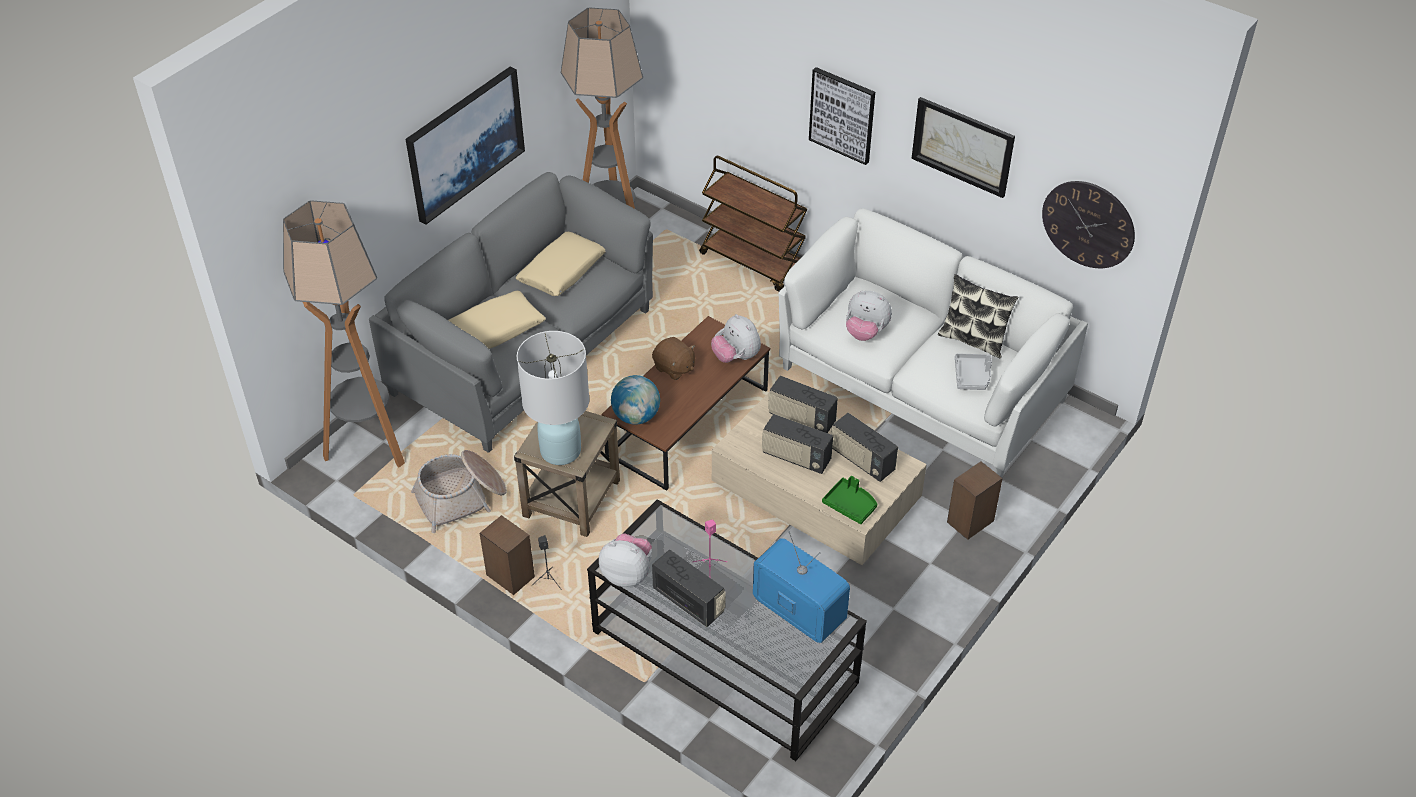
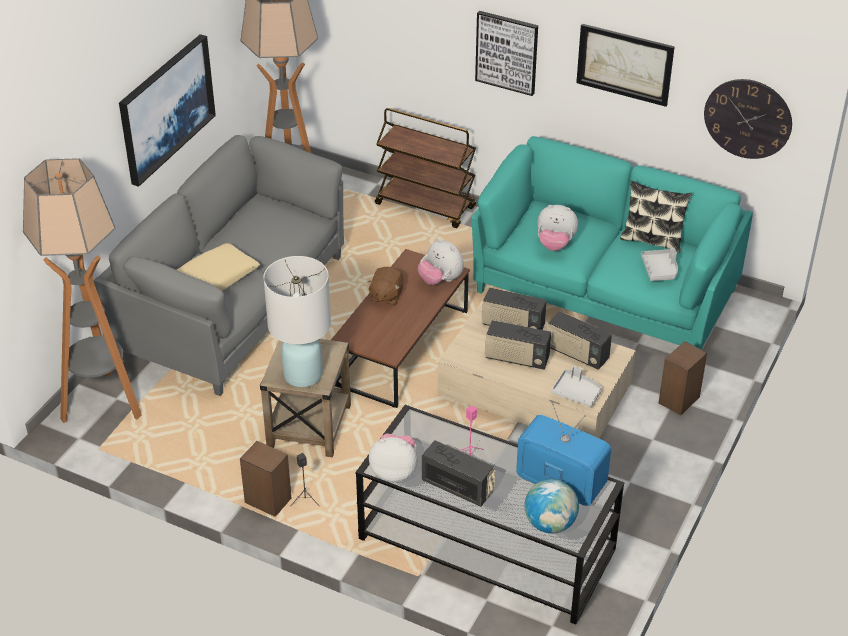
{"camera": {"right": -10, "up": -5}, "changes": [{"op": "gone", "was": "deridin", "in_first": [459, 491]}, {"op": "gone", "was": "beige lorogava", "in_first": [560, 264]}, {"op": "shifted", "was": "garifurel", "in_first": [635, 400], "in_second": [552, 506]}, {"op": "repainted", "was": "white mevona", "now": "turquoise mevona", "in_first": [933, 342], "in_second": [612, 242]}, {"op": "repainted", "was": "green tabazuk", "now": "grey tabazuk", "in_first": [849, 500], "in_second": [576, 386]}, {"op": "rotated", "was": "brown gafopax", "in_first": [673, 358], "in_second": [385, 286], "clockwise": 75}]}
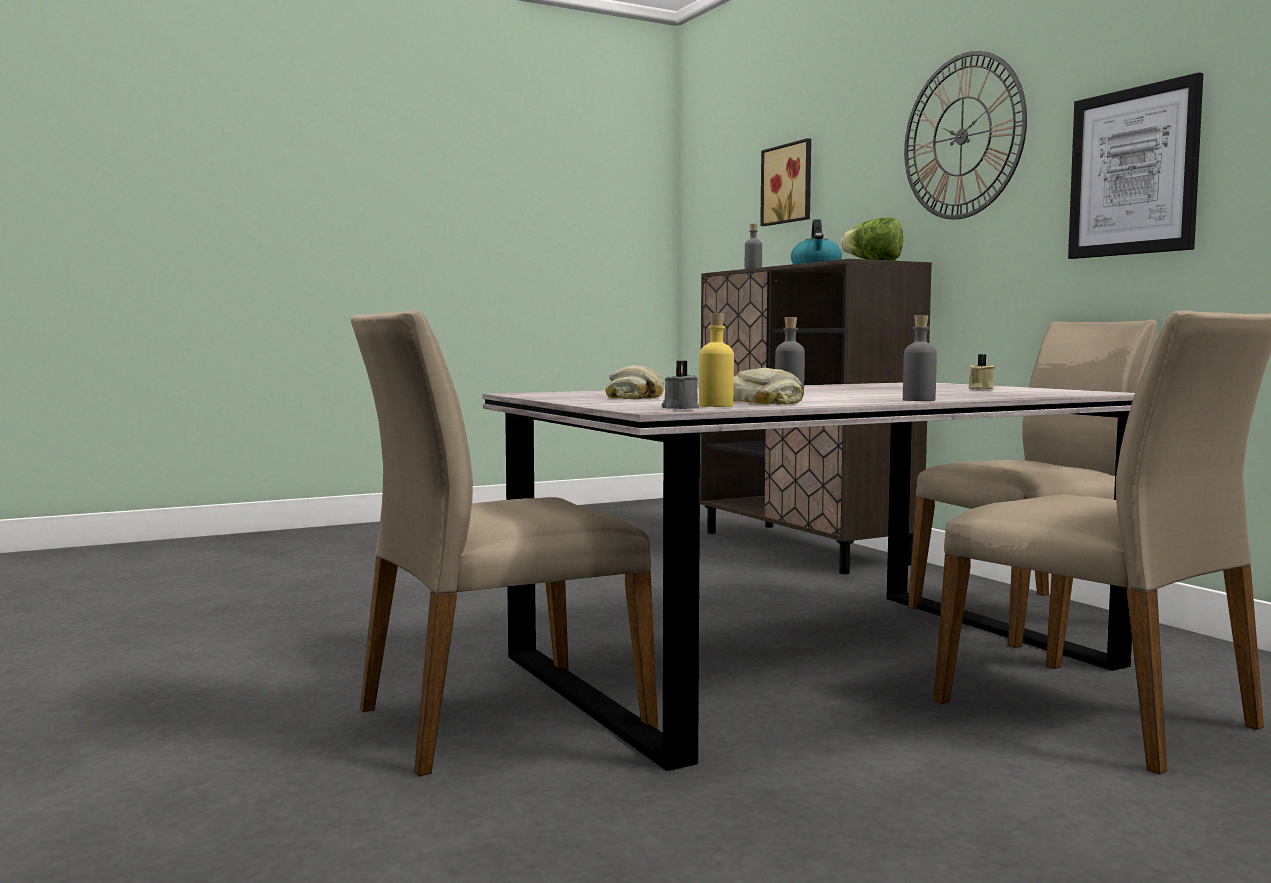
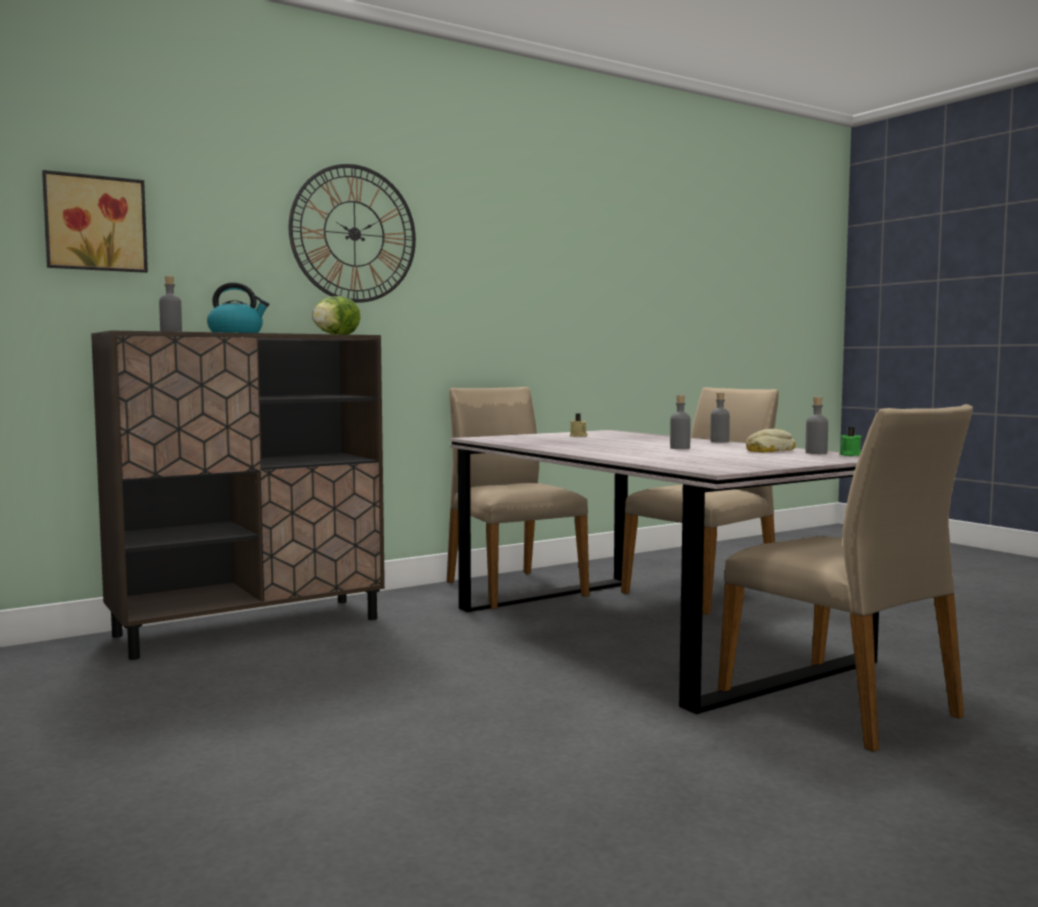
{"camera": {"right": -95, "up": 0}, "changes": [{"op": "gone", "was": "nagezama", "in_first": [634, 382]}, {"op": "gone", "was": "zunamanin", "in_first": [1135, 165]}, {"op": "repainted", "was": "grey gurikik", "now": "green gurikik", "in_first": [680, 385], "in_second": [851, 441]}, {"op": "repainted", "was": "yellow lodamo", "now": "grey lodamo", "in_first": [716, 360], "in_second": [817, 425]}]}
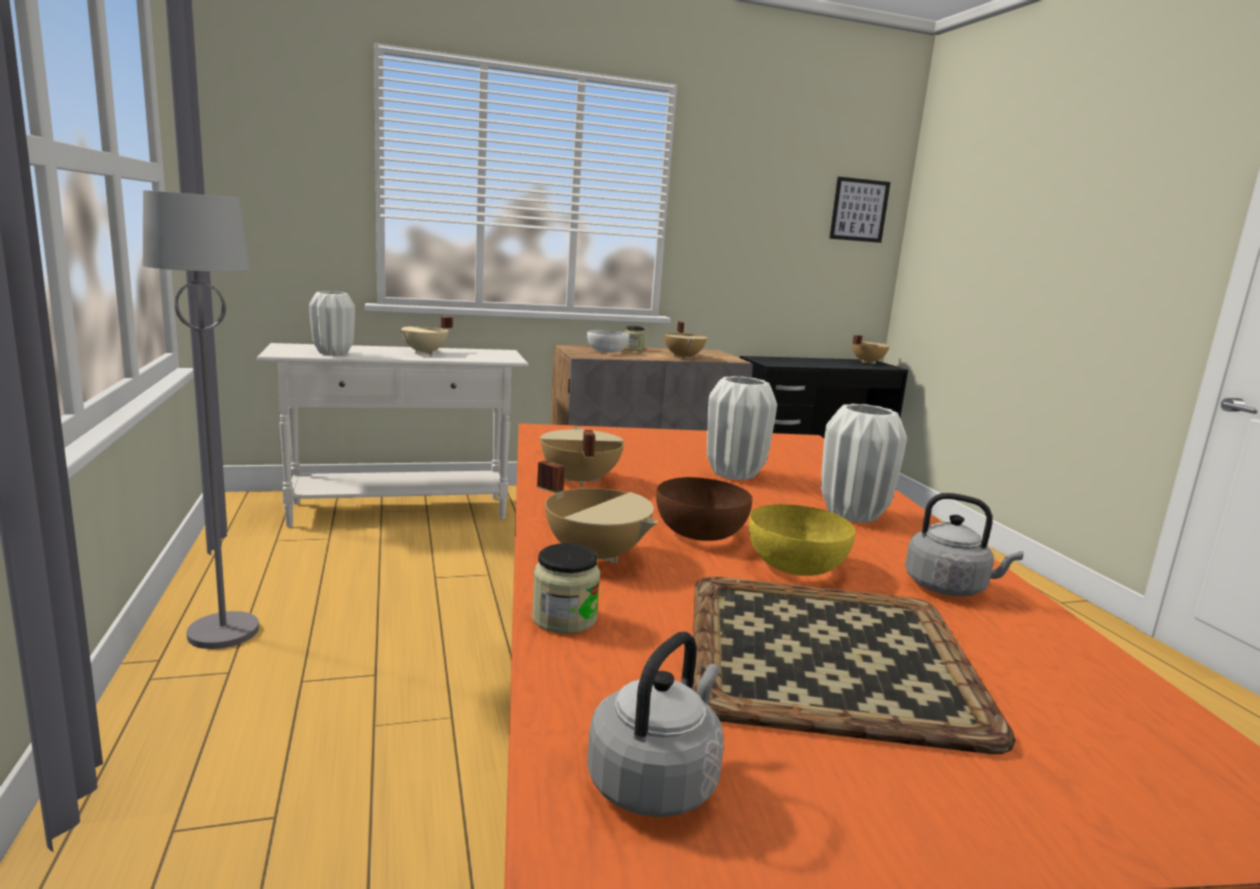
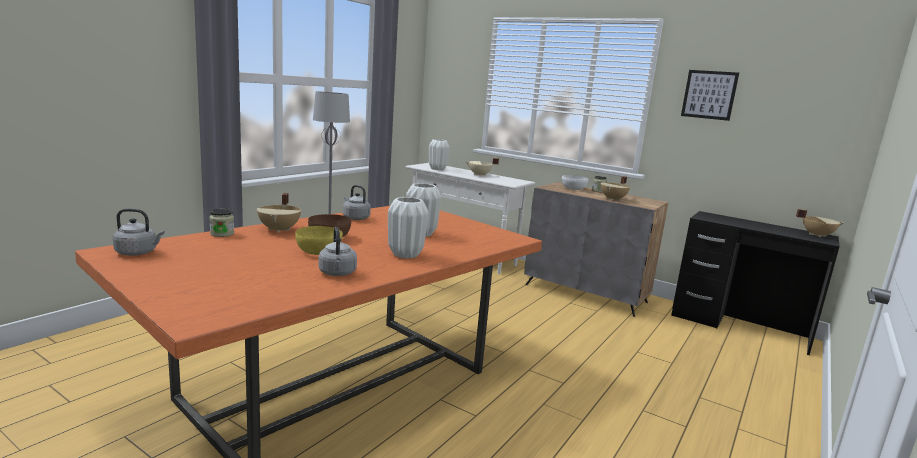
{"camera": {"right": 50, "up": 0}, "changes": [{"op": "gone", "was": "tabazuk", "in_first": [854, 665]}, {"op": "shifted", "was": "zunamanin", "in_first": [860, 210], "in_second": [710, 95]}, {"op": "swapped", "was": "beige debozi", "now": "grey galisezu", "in_first": [582, 457], "in_second": [357, 202]}]}
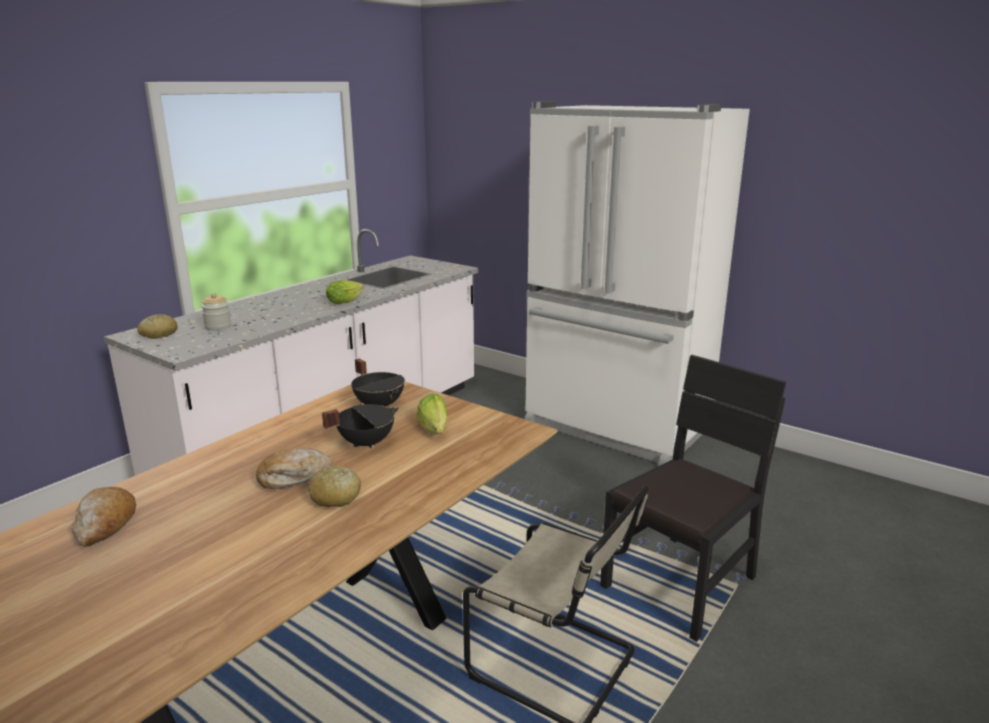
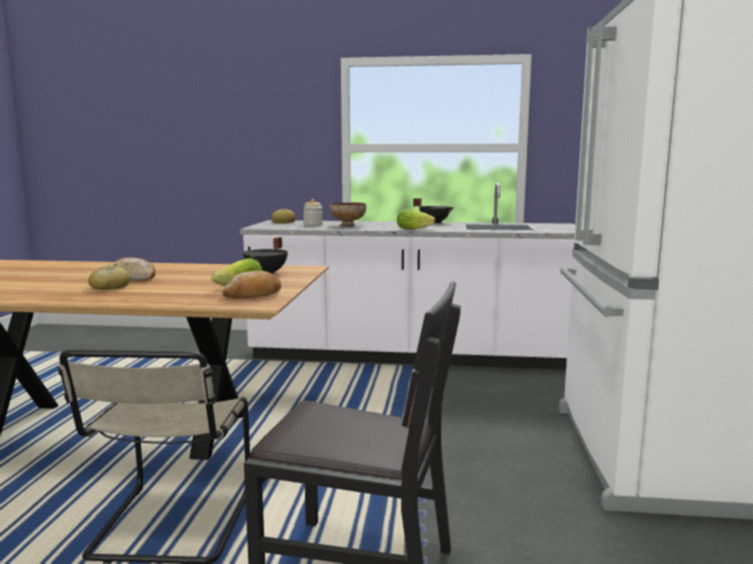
{"camera": {"right": 60, "up": -10}, "changes": [{"op": "new", "now": "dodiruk", "in_second": [348, 214]}, {"op": "shifted", "was": "nagezama", "in_first": [103, 517], "in_second": [251, 284]}, {"op": "shifted", "was": "black debozi", "in_first": [360, 426], "in_second": [433, 210]}]}
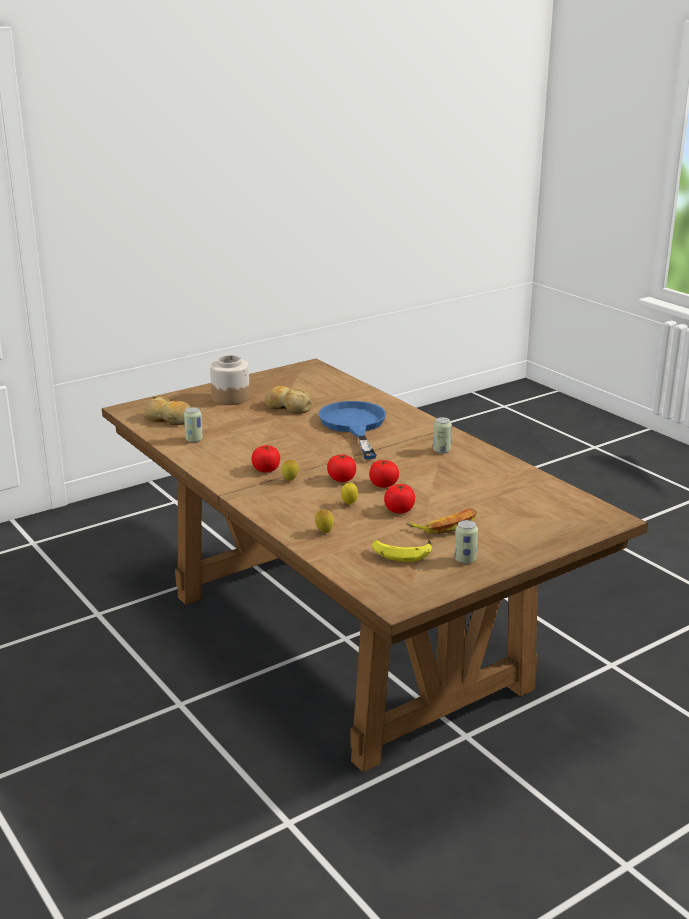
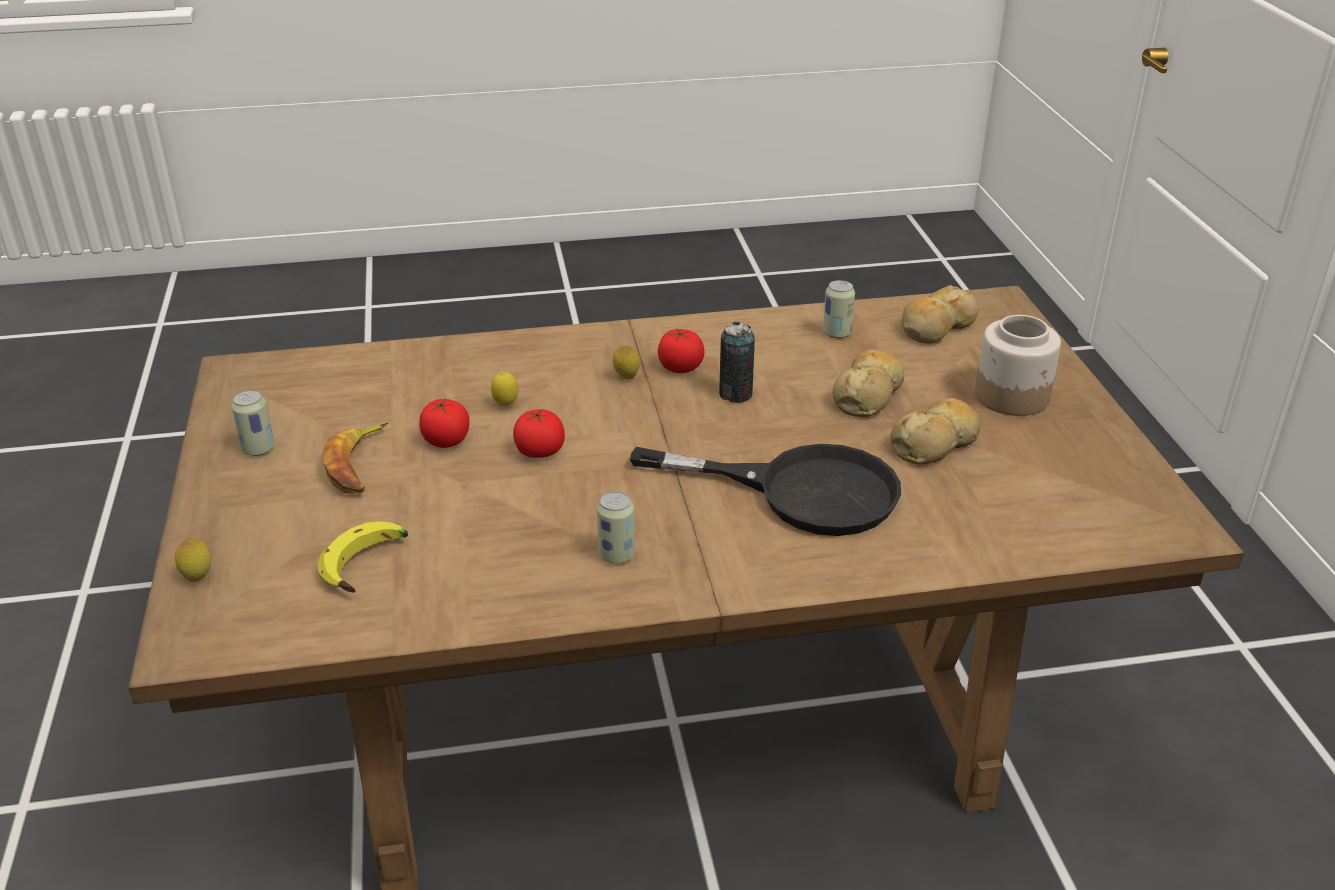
{"camera": {"right": 115, "up": 10}, "changes": [{"op": "gone", "was": "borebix", "in_first": [341, 468]}, {"op": "new", "now": "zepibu", "in_second": [737, 362]}, {"op": "new", "now": "nagezama", "in_second": [868, 383]}, {"op": "shifted", "was": "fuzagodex", "in_first": [324, 521], "in_second": [193, 559]}, {"op": "shifted", "was": "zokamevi", "in_first": [402, 550], "in_second": [362, 557]}, {"op": "repainted", "was": "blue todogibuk", "now": "black todogibuk", "in_first": [352, 430], "in_second": [765, 490]}]}
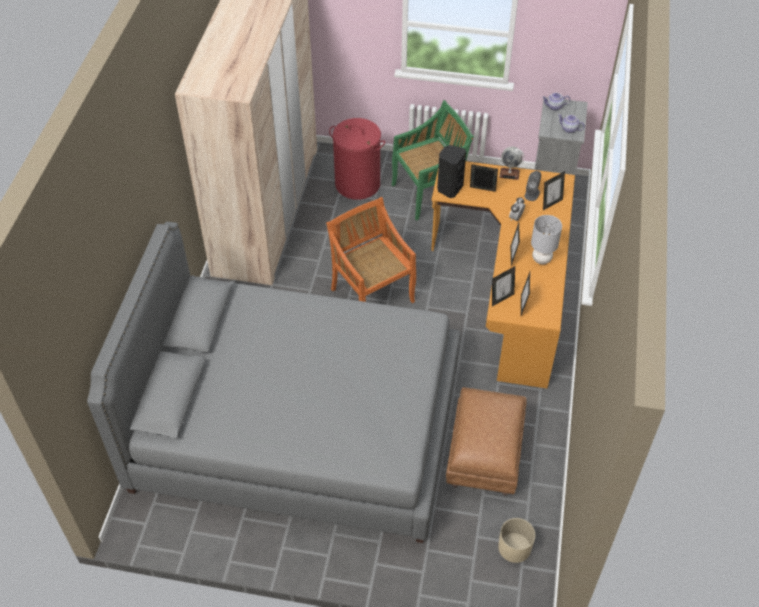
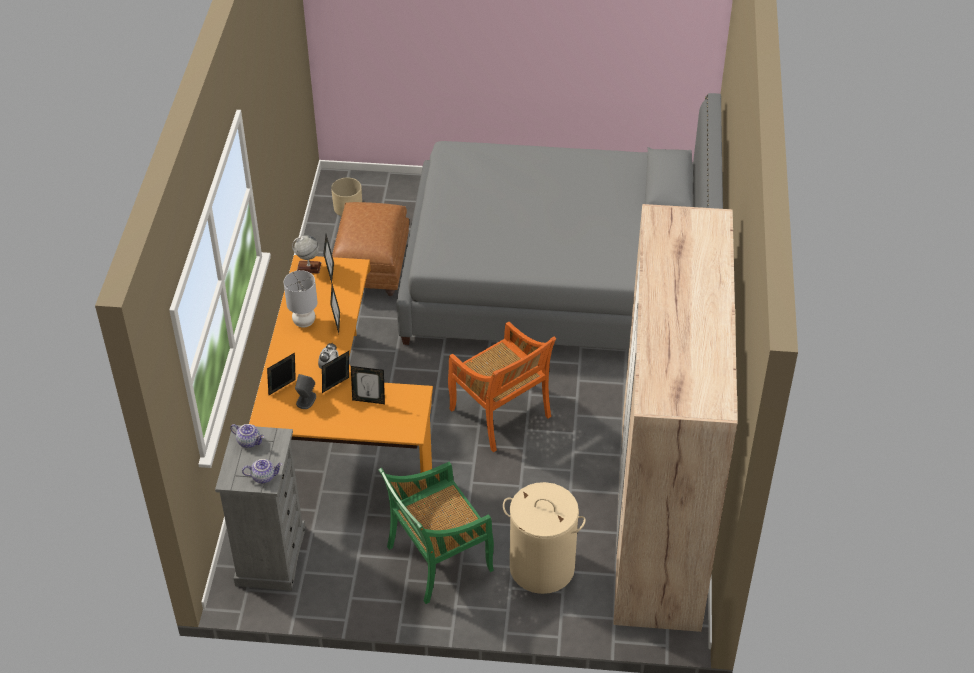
{"camera": {"right": 175, "up": -5}, "changes": [{"op": "gone", "was": "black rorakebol", "in_first": [451, 171]}, {"op": "shifted", "was": "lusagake", "in_first": [503, 286], "in_second": [335, 372]}, {"op": "shifted", "was": "garifurel", "in_first": [511, 163], "in_second": [306, 254]}, {"op": "repainted", "was": "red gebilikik", "now": "beige gebilikik", "in_first": [357, 159], "in_second": [544, 538]}]}
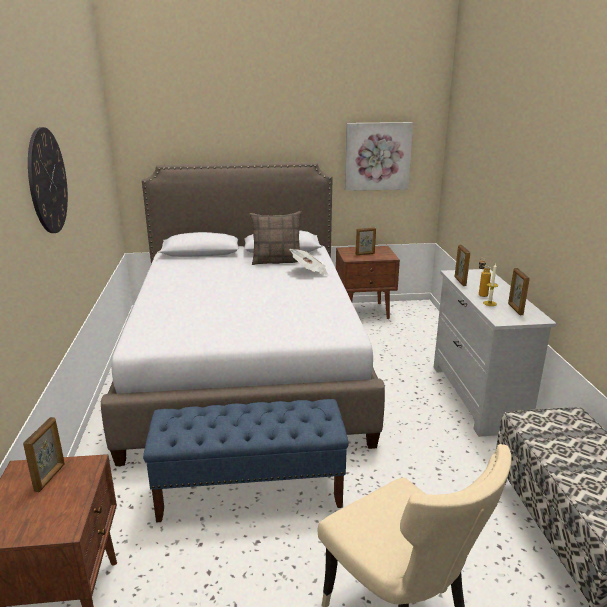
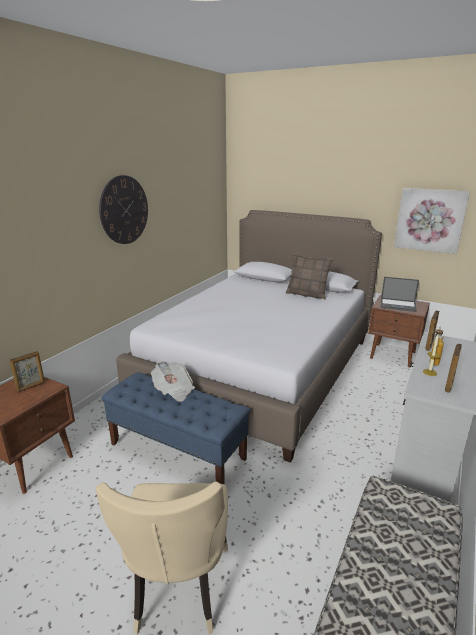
{"camera": {"right": 35, "up": 0}, "changes": [{"op": "shifted", "was": "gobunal", "in_first": [309, 262], "in_second": [173, 381]}, {"op": "swapped", "was": "lusagake", "now": "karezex", "in_first": [366, 241], "in_second": [399, 294]}]}
